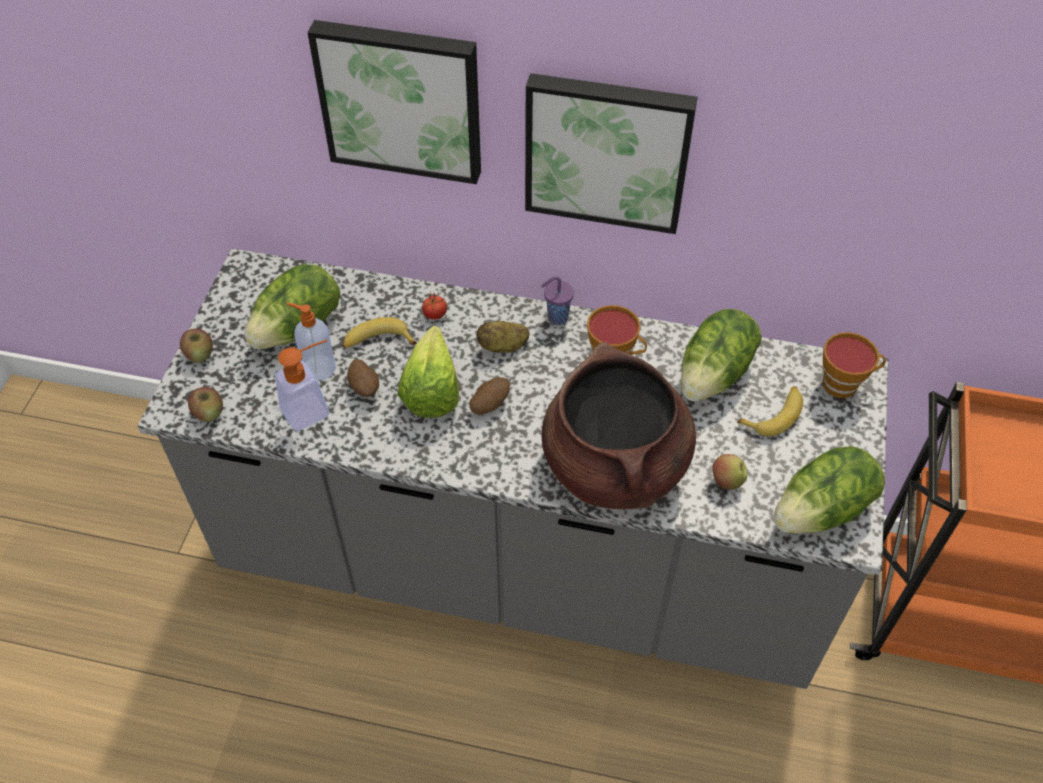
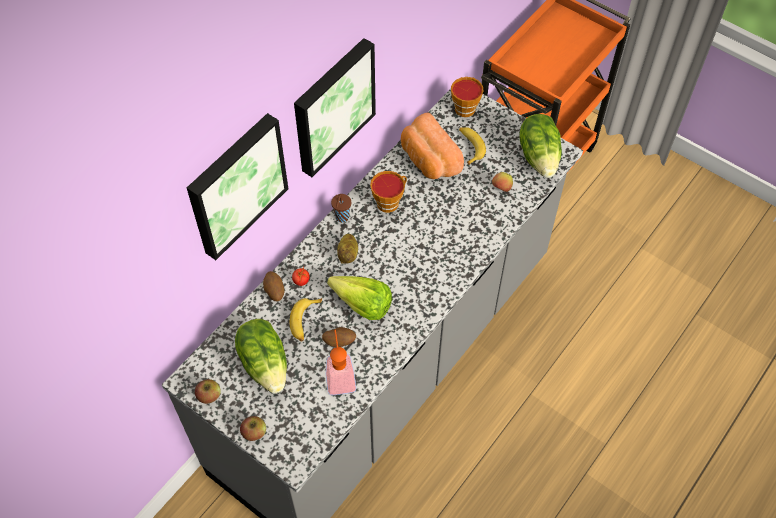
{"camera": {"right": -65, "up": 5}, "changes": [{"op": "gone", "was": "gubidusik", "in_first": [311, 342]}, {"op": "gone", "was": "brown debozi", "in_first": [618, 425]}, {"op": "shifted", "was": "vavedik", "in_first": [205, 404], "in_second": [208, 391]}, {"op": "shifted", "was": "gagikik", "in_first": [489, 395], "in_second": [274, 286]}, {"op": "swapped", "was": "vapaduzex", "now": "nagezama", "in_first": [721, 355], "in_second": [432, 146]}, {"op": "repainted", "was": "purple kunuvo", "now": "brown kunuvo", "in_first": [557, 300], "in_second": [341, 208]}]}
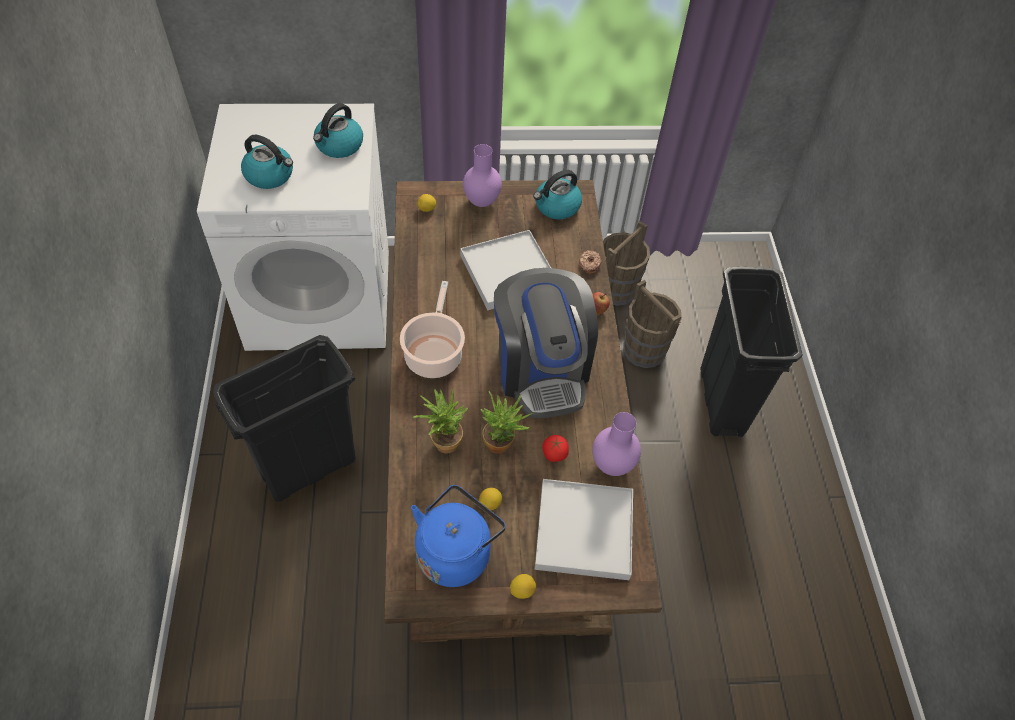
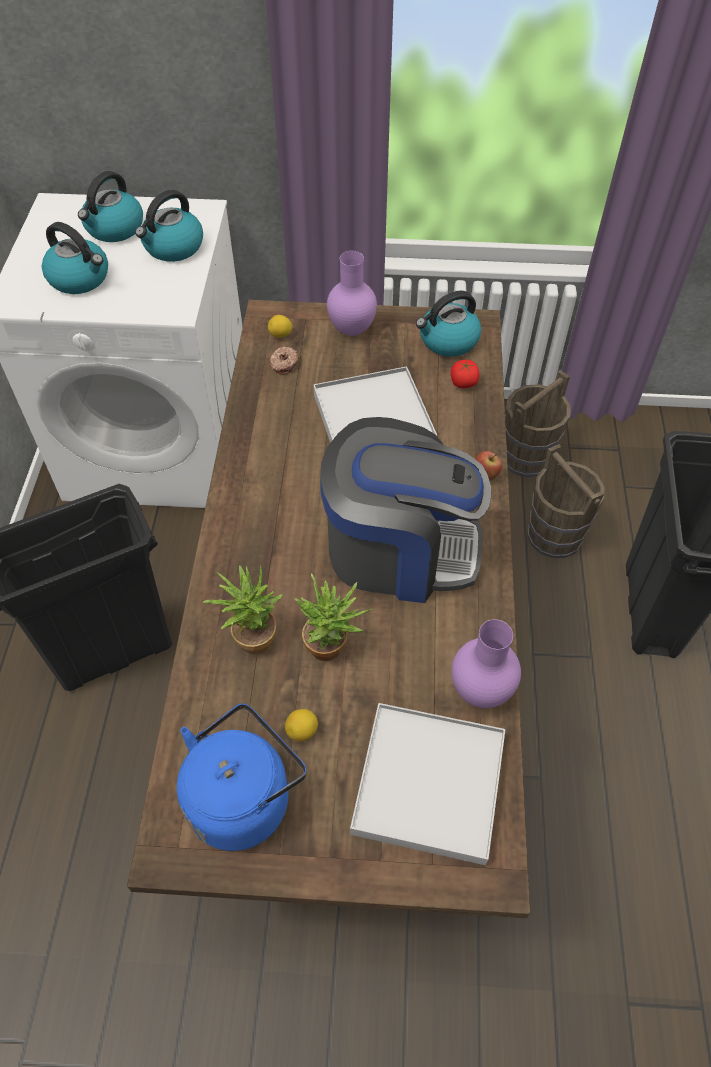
{"camera": {"right": 10, "up": 0}, "changes": [{"op": "gone", "was": "debozi", "in_first": [432, 329]}, {"op": "gone", "was": "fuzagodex", "in_first": [523, 586]}, {"op": "new", "now": "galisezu", "in_second": [110, 206]}, {"op": "shifted", "was": "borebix", "in_first": [556, 448], "in_second": [465, 374]}, {"op": "shifted", "was": "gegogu", "in_first": [590, 262], "in_second": [284, 360]}, {"op": "rotated", "was": "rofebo", "in_first": [546, 343], "in_second": [405, 510], "clockwise": -75}]}
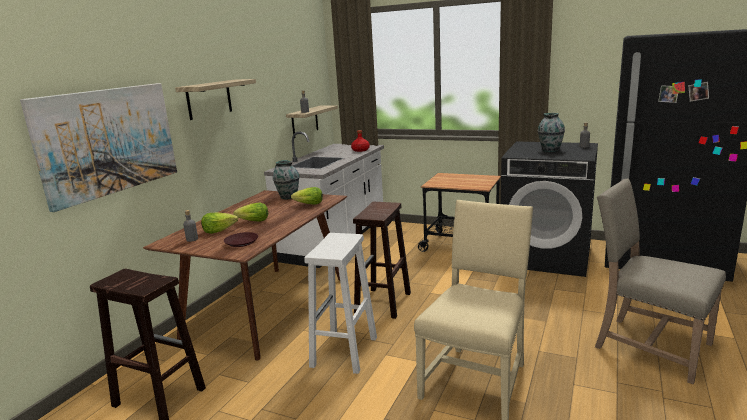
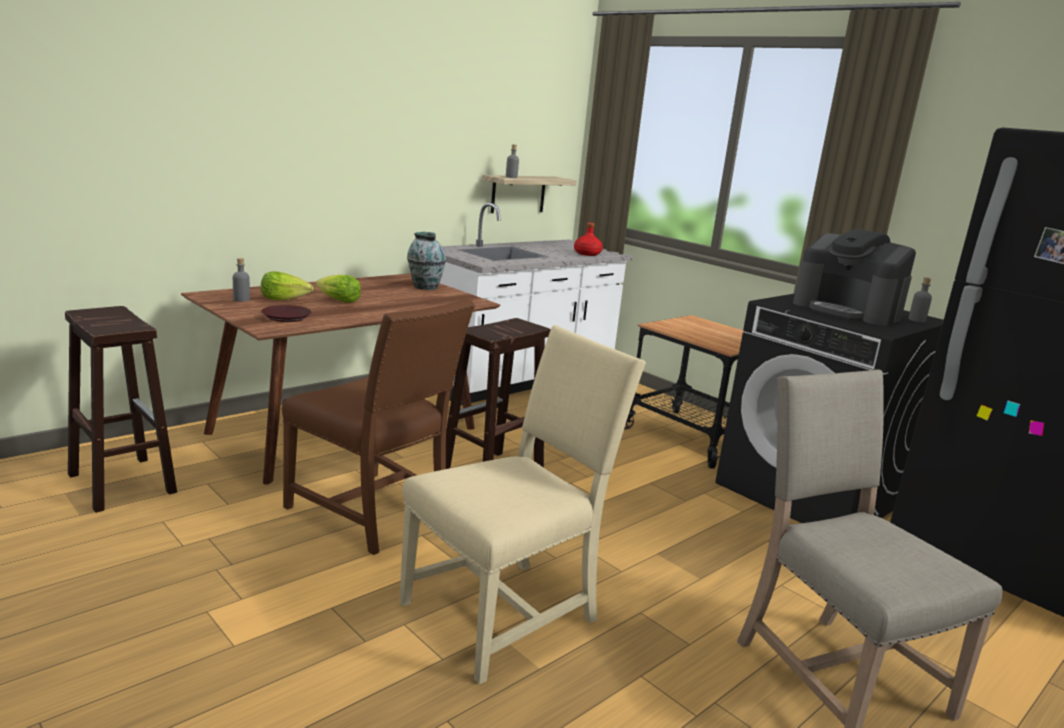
{"camera": {"right": 20, "up": 0}, "changes": [{"op": "gone", "was": "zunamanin", "in_first": [98, 147]}, {"op": "gone", "was": "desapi", "in_first": [215, 99]}, {"op": "gone", "was": "vapaduzex", "in_first": [307, 196]}, {"op": "swapped", "was": "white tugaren", "now": "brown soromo", "in_first": [340, 303], "in_second": [378, 427]}, {"op": "swapped", "was": "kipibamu", "now": "rofebo", "in_first": [551, 132], "in_second": [854, 277]}]}
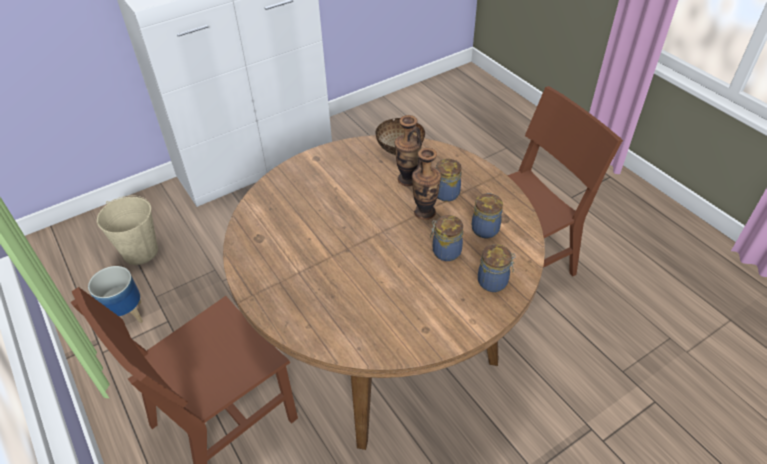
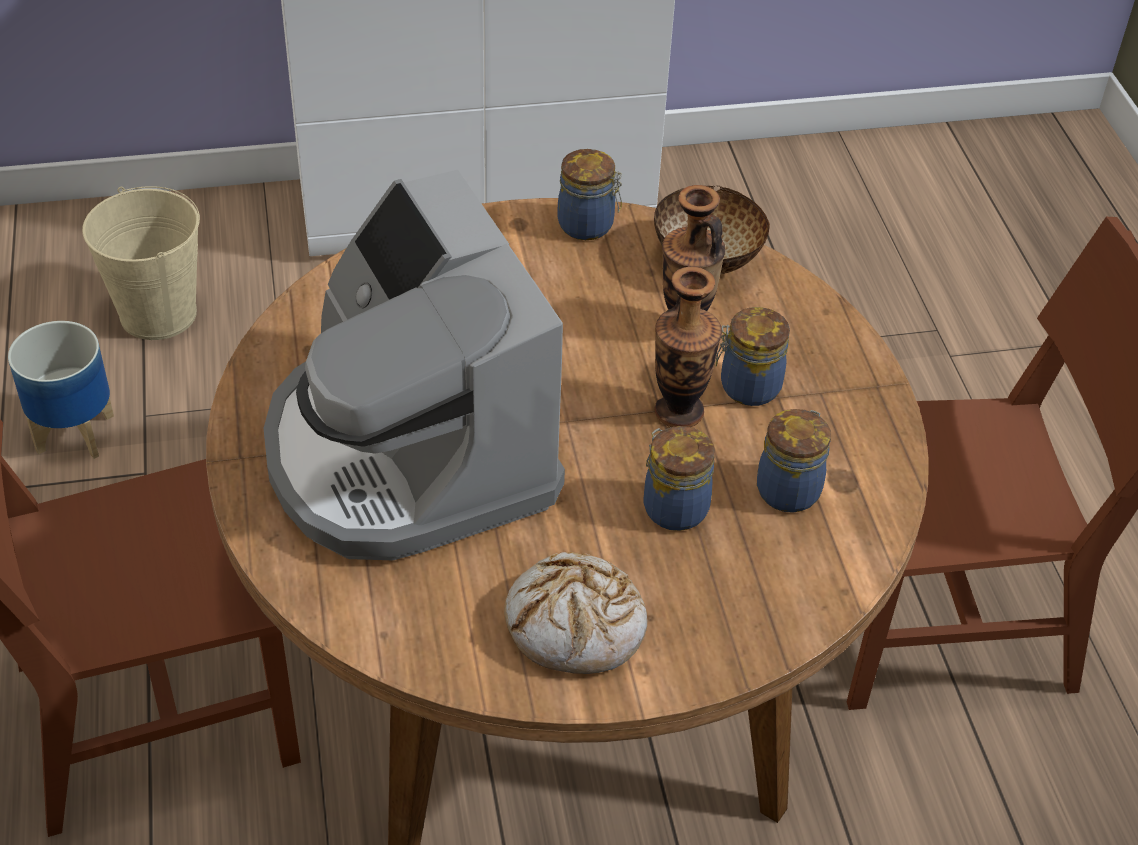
{"camera": {"right": 20, "up": 0}, "changes": [{"op": "new", "now": "rofebo", "in_second": [414, 365]}, {"op": "new", "now": "nagezama", "in_second": [576, 613]}, {"op": "shifted", "was": "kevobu", "in_first": [496, 268], "in_second": [589, 194]}]}
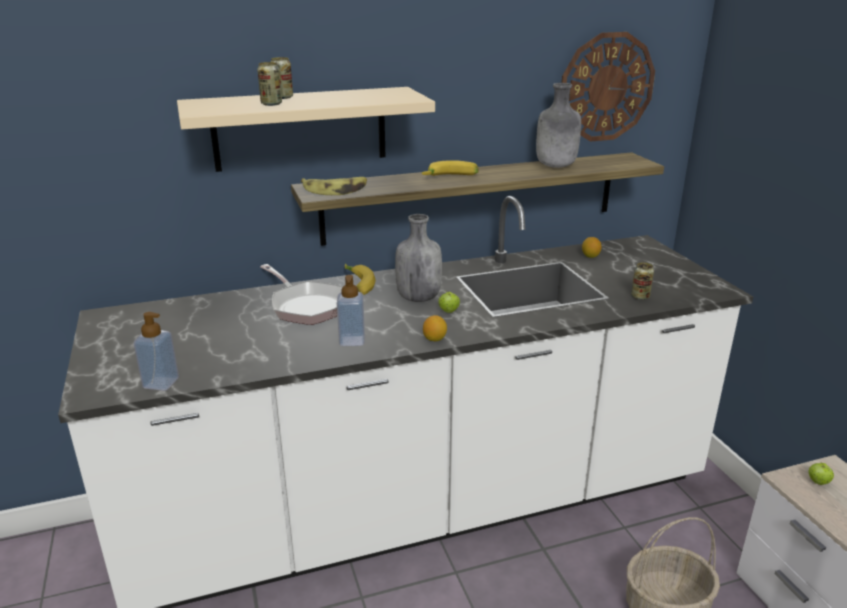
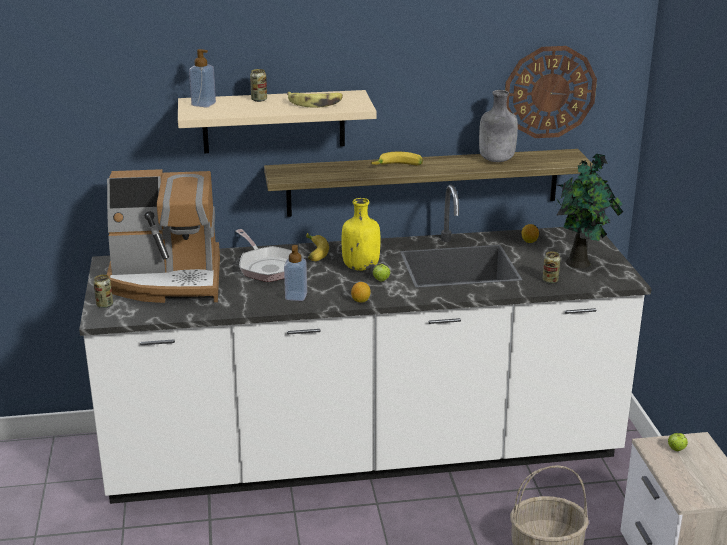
{"camera": {"right": 10, "up": 0}, "changes": [{"op": "new", "now": "rofebo", "in_second": [163, 236]}, {"op": "new", "now": "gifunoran", "in_second": [589, 211]}, {"op": "shifted", "was": "gubidusik", "in_first": [156, 351], "in_second": [202, 78]}, {"op": "shifted", "was": "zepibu", "in_first": [269, 84], "in_second": [103, 291]}, {"op": "shifted", "was": "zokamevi", "in_first": [334, 186], "in_second": [315, 100]}, {"op": "repainted", "was": "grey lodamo", "now": "yellow lodamo", "in_first": [418, 258], "in_second": [361, 234]}]}
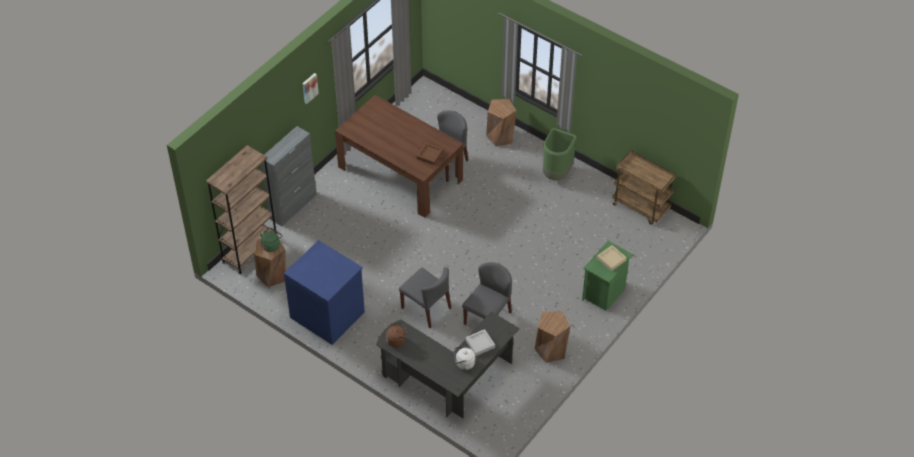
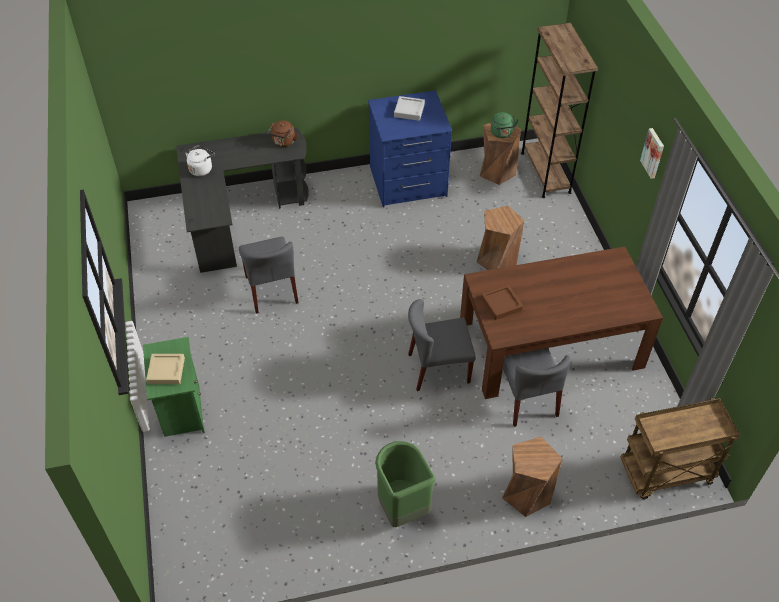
{"camera": {"right": 130, "up": 0}, "changes": [{"op": "gone", "was": "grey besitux", "in_first": [289, 176]}, {"op": "shifted", "was": "grey soromo", "in_first": [425, 297], "in_second": [442, 345]}, {"op": "shifted", "was": "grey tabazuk", "in_first": [480, 342], "in_second": [409, 108]}, {"op": "shifted", "was": "brown tugaren", "in_first": [552, 337], "in_second": [500, 238]}, {"op": "shifted", "was": "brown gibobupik", "in_first": [644, 187], "in_second": [680, 449]}]}
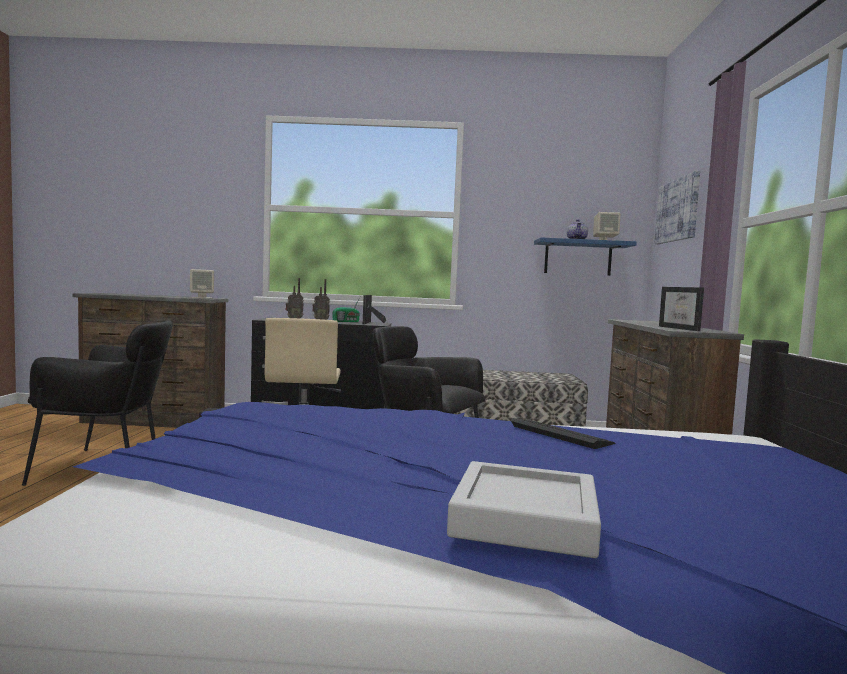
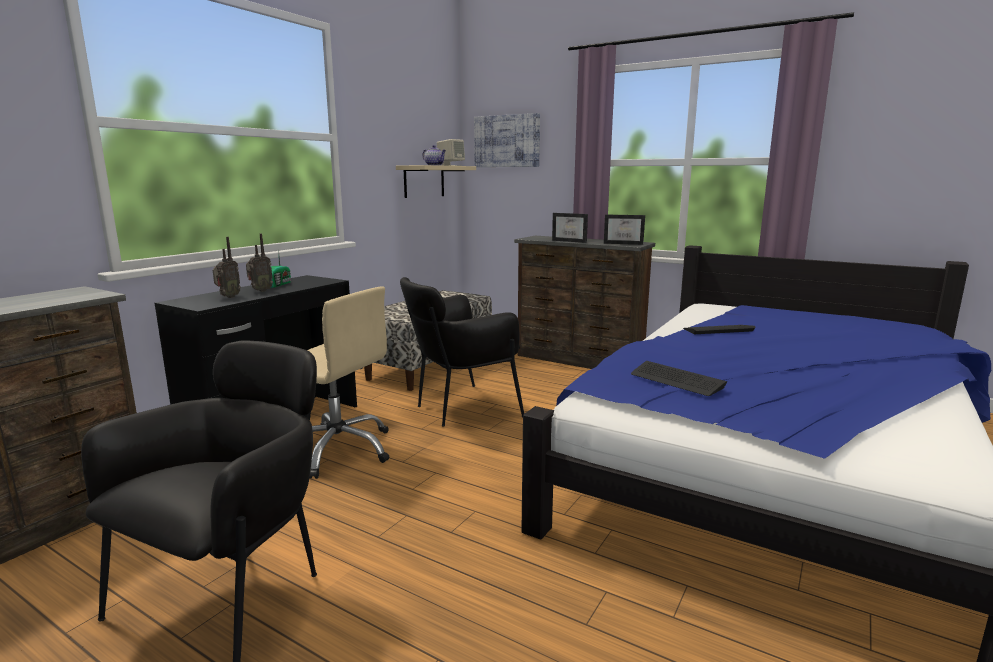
{"camera": {"right": -60, "up": 10}, "changes": [{"op": "gone", "was": "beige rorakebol", "in_first": [202, 284]}, {"op": "gone", "was": "grey tabazuk", "in_first": [524, 509]}, {"op": "new", "now": "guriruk", "in_second": [679, 378]}, {"op": "shifted", "was": "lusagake", "in_first": [374, 309], "in_second": [570, 228]}, {"op": "repainted", "was": "blue desapi", "now": "beige desapi", "in_first": [585, 256], "in_second": [436, 181]}]}
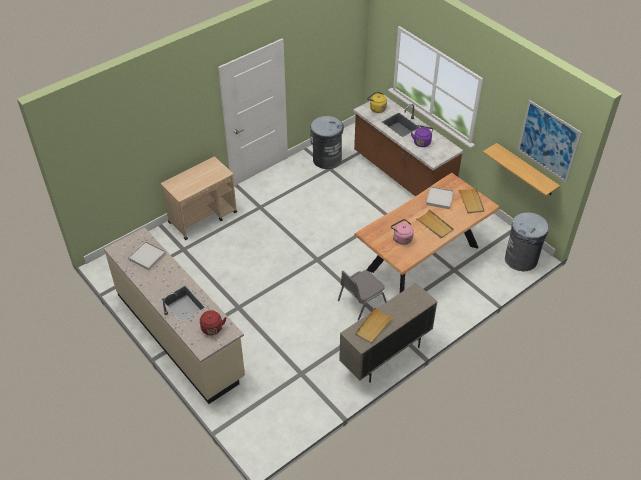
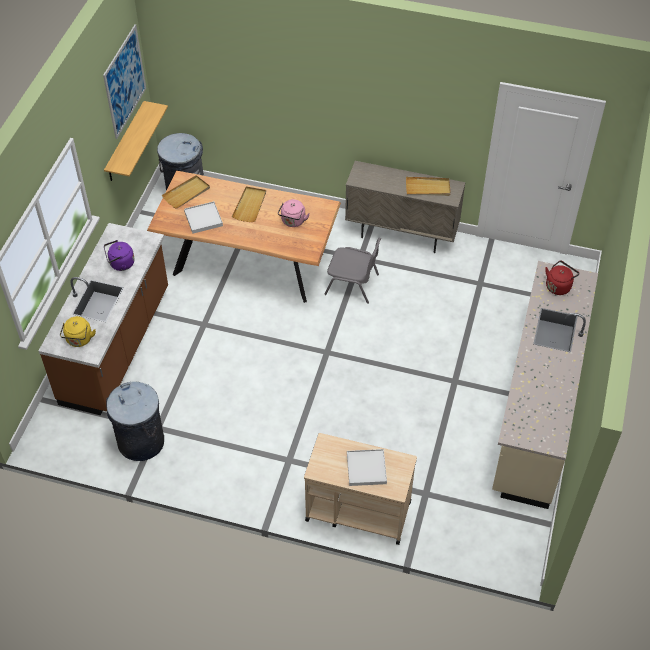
{"camera": {"right": -125, "up": 5}, "changes": [{"op": "shifted", "was": "white tabazuk", "in_first": [147, 255], "in_second": [367, 467]}]}
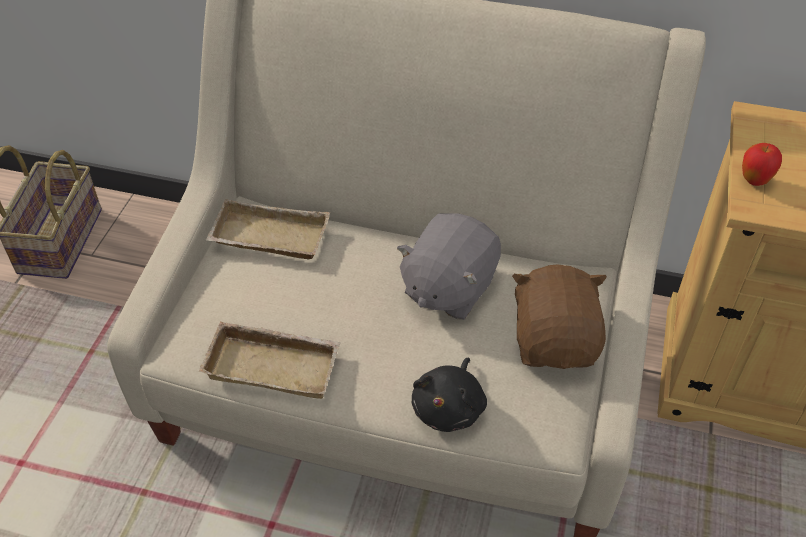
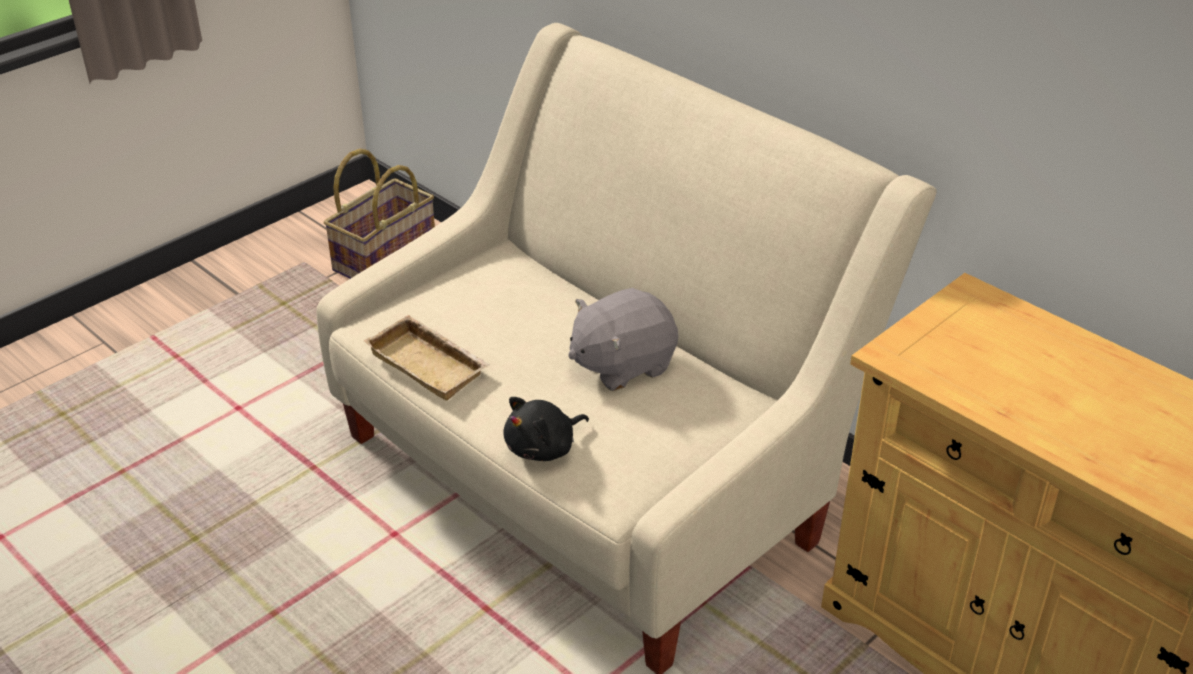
{"camera": {"right": 30, "up": -10}, "changes": [{"op": "gone", "was": "beige tabazuk", "in_first": [268, 229]}, {"op": "gone", "was": "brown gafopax", "in_first": [559, 316]}, {"op": "gone", "was": "vavedik", "in_first": [762, 164]}]}
